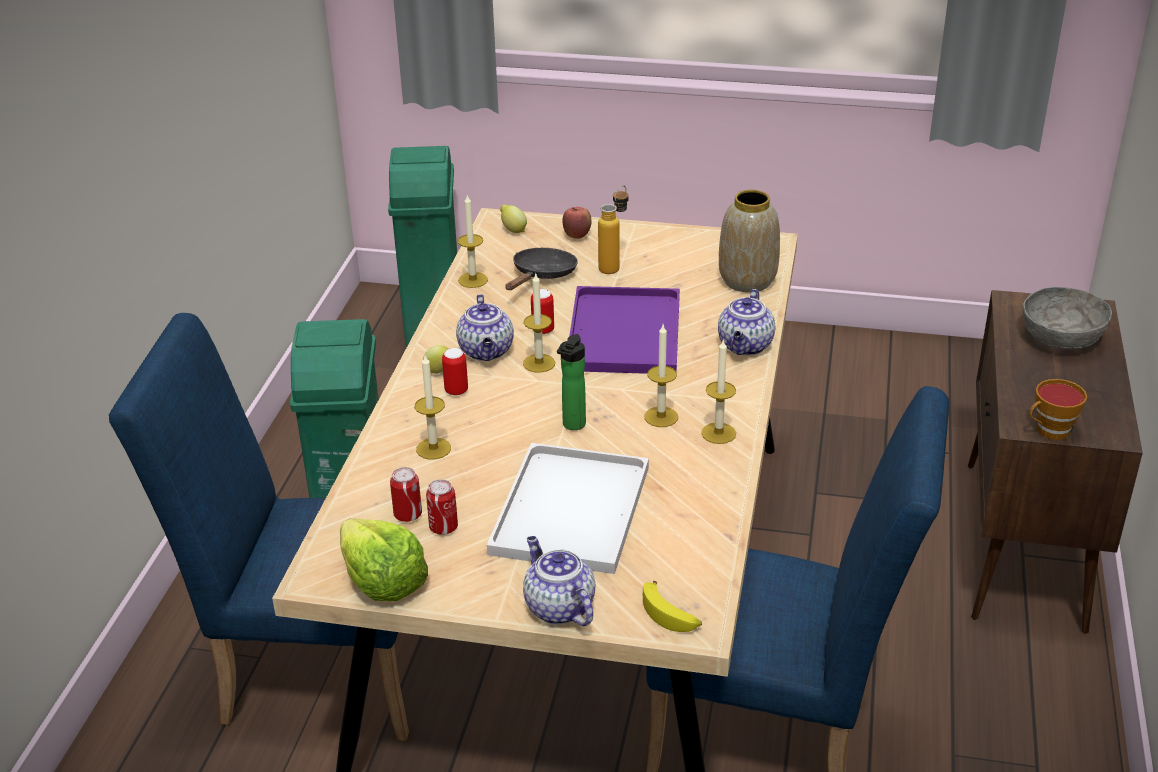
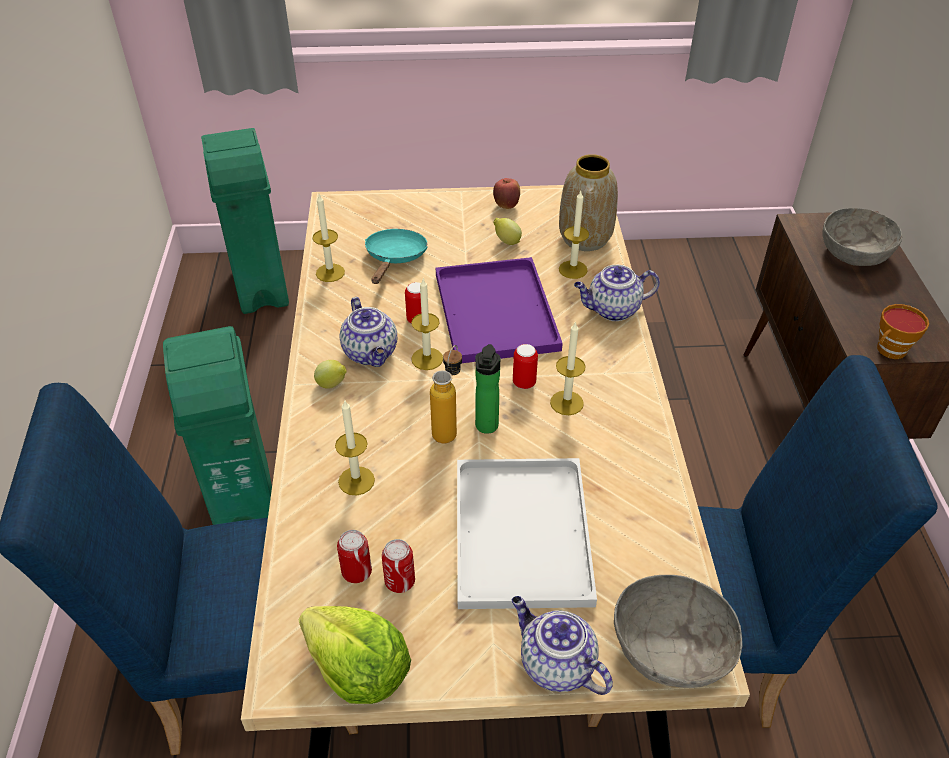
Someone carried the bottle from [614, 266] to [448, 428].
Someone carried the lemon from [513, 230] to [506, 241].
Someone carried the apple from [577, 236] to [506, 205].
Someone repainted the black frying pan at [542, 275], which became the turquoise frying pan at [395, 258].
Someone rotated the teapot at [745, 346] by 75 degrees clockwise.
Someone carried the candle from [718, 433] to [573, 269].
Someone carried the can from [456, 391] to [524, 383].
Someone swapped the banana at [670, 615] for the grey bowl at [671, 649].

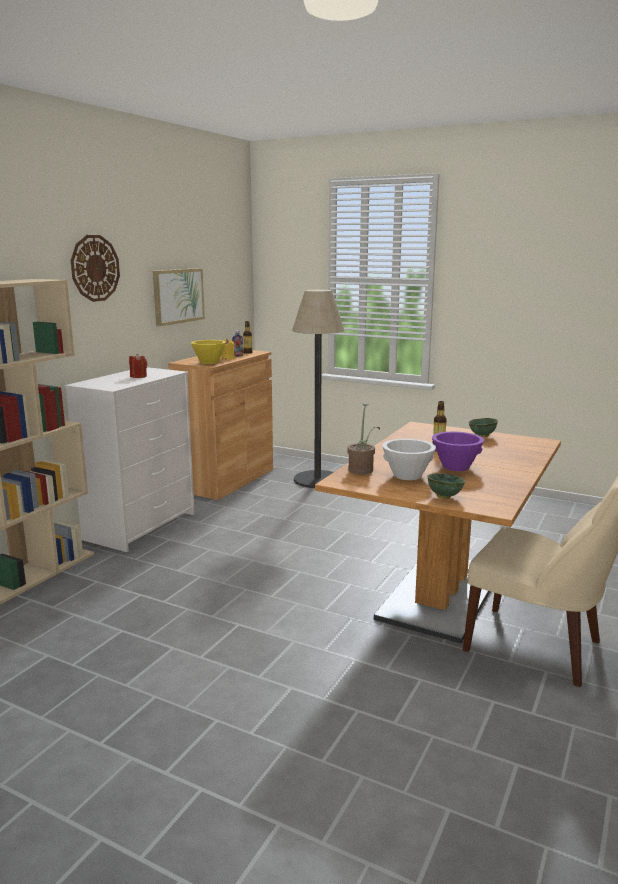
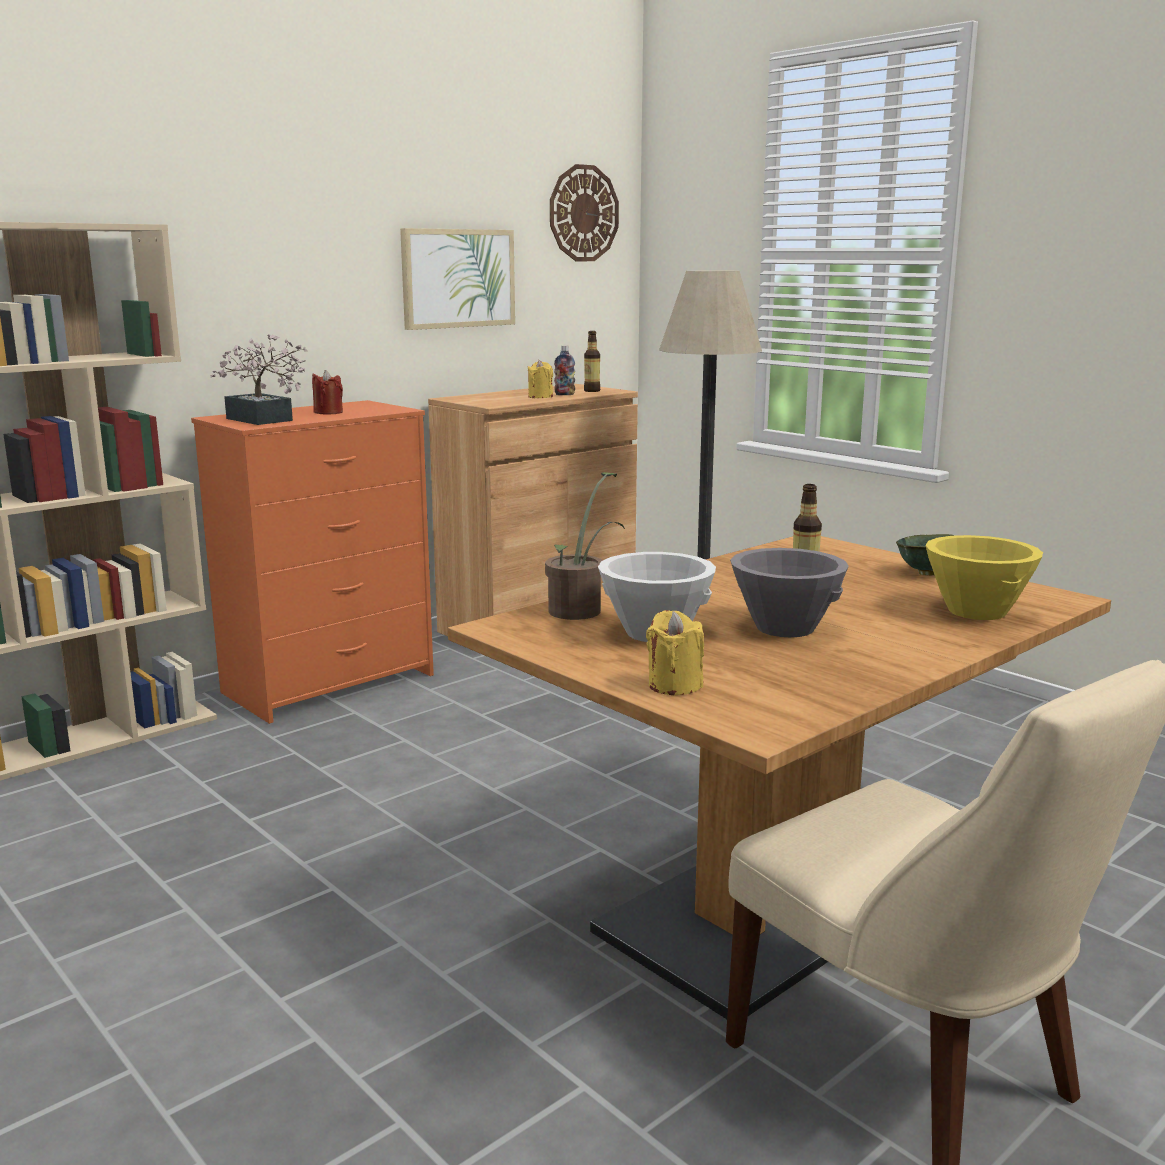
Someone carried the wall clock from [95, 268] to [583, 213].
Someone carried the yellow bowl from [209, 362] to [977, 611].
Someone repainted the white dresser at [141, 526], which became the orange dresser at [330, 683].
Someone repainted the purple bowl at [455, 467], which became the grey bowl at [785, 627].
Someone swapped the green bowl at [444, 497] for the yellow candle at [674, 685].
Someone put down the potted plant at [263, 420].

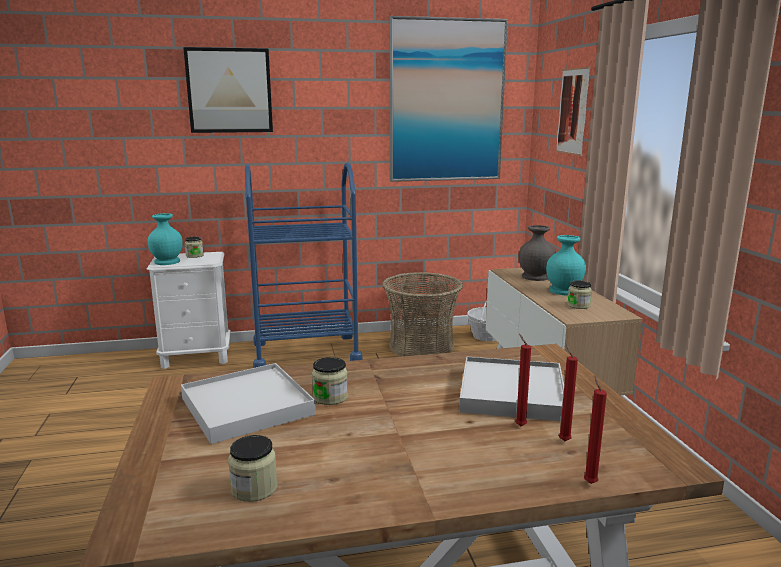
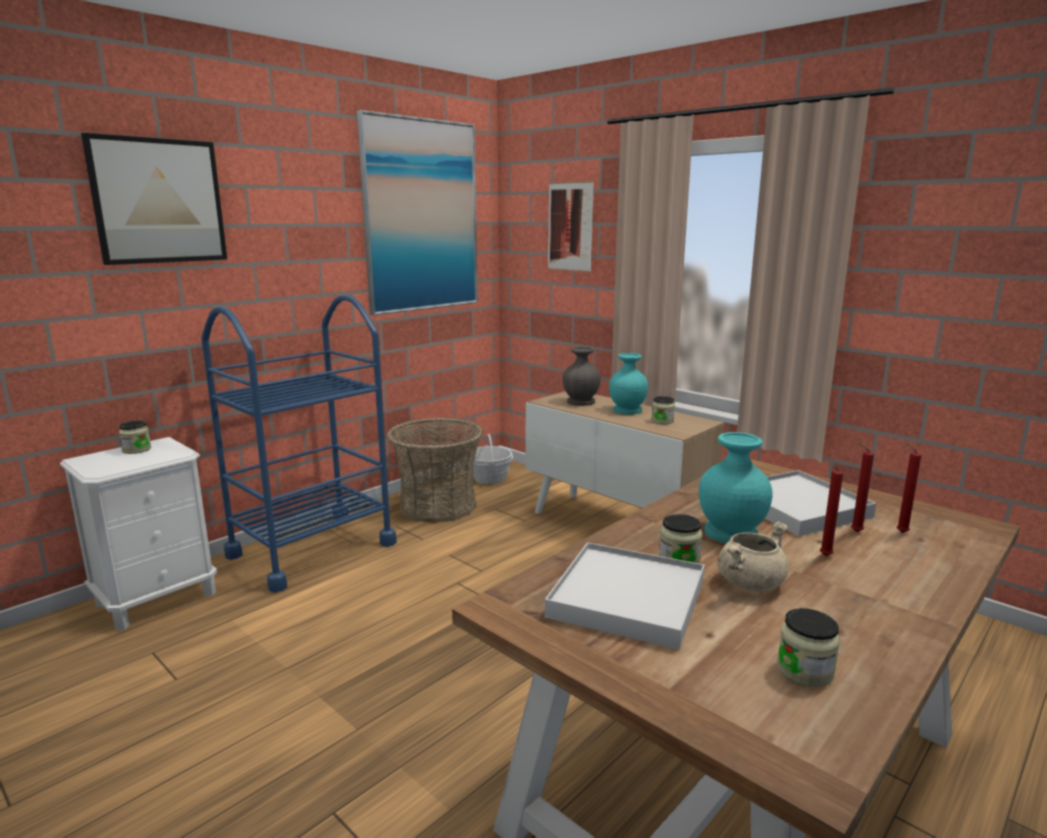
Someone carried the turquoise vase from [167, 261] to [730, 532].
Someone carried the red candle from [589, 482] to [823, 555].
Someone put down the beige cooking pot at [750, 582].

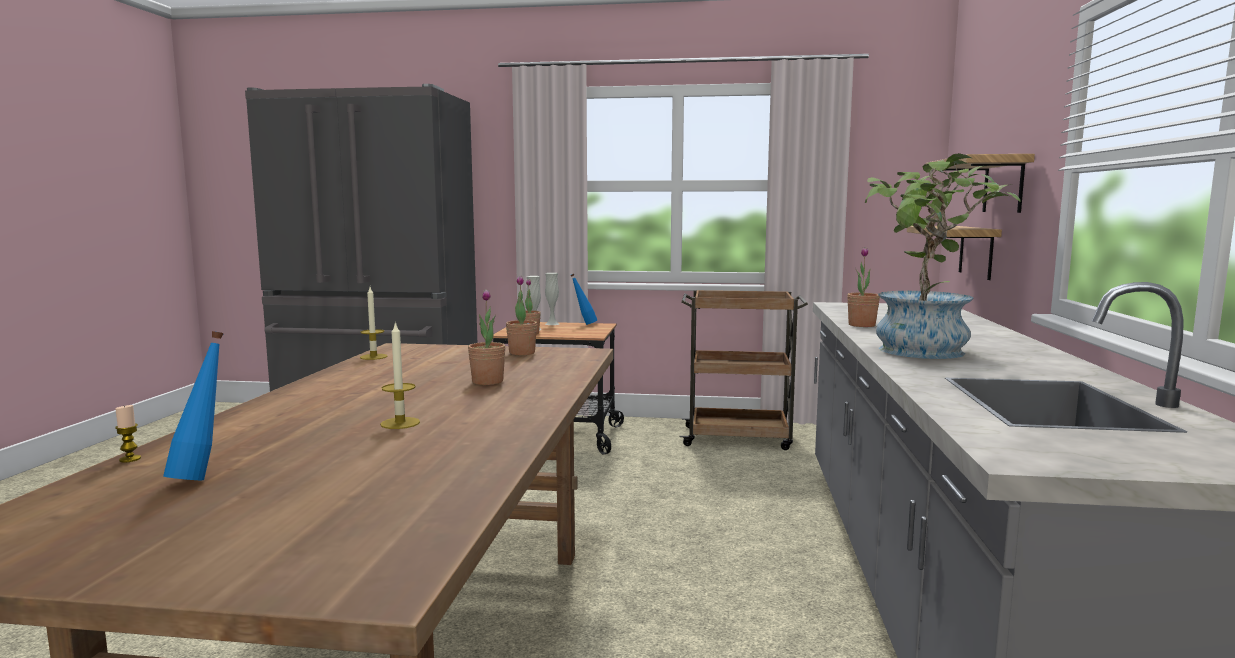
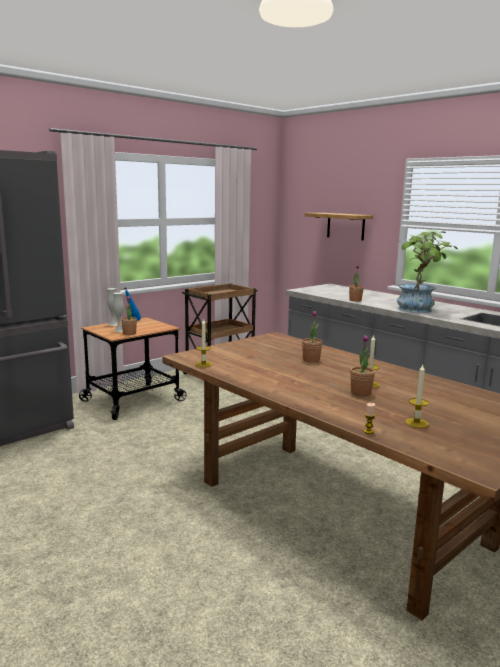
Someone took away the shelf at [976, 251].
Someone carried the potted plant from [522, 353] to [361, 393].
Someone swapped the blue bottle at [203, 477] for the candle at [416, 423].

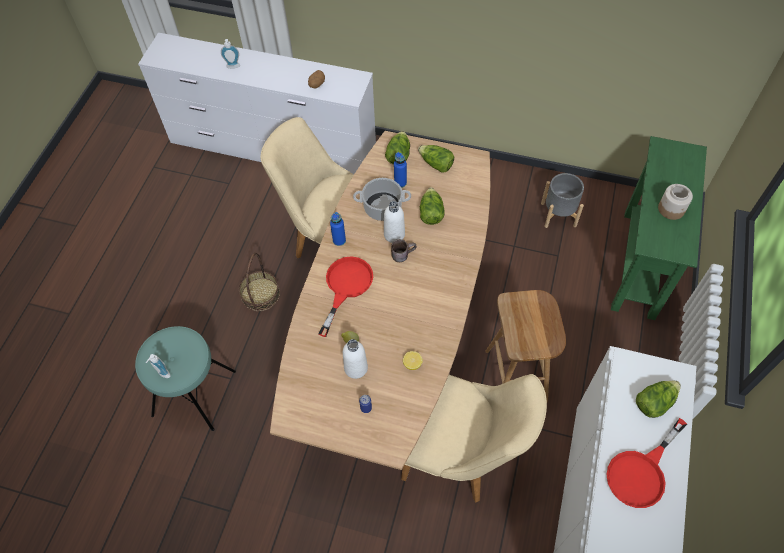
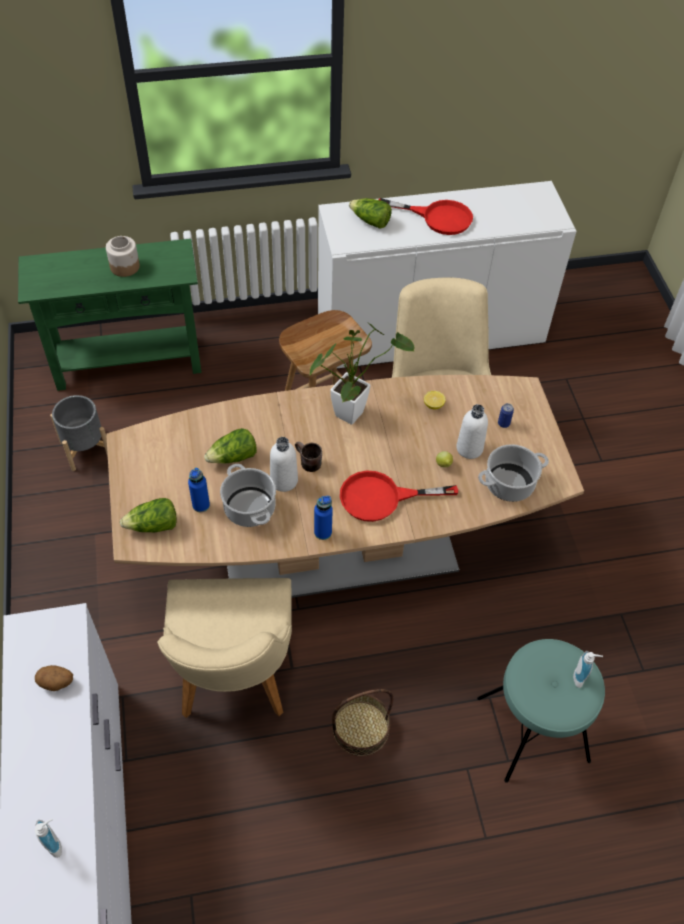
Someone took away the lettuce at [436, 164].
Someone put down the potted plant at [353, 410].
Someone put down the cooking pot at [509, 484].

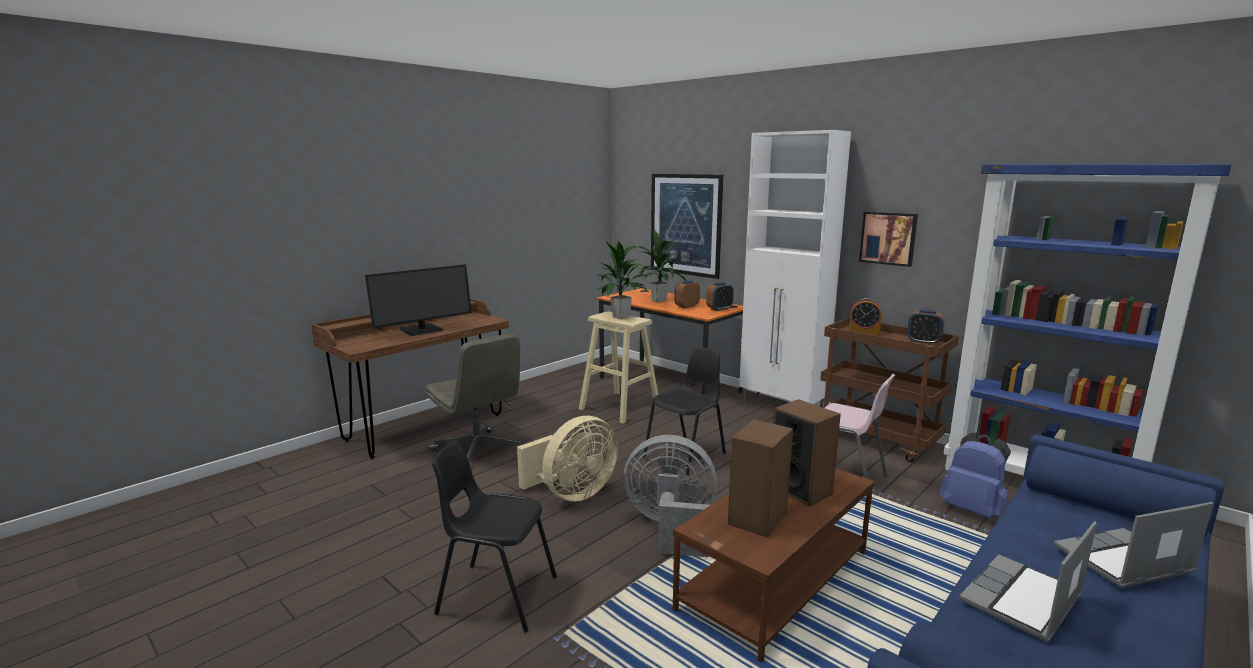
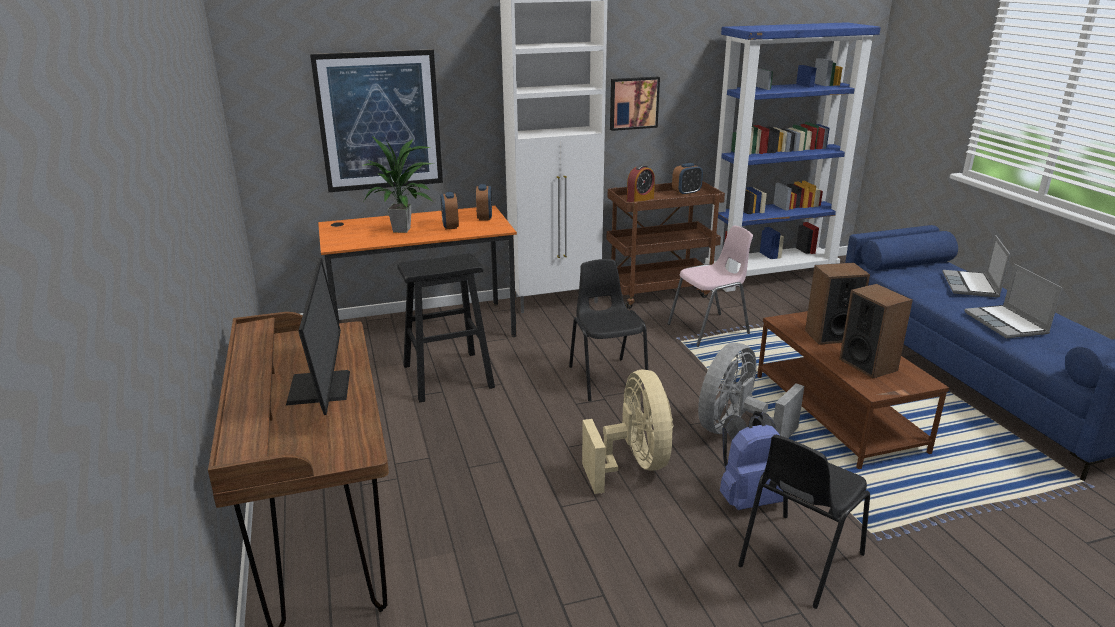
Someone took away the potted plant at [621, 317].
Someone repainted the beige stool at [619, 407], which became the black stool at [447, 376].
Someone took away the grey office chair at [478, 451].
Someone carried the blue backpack from [972, 509] to [748, 498].

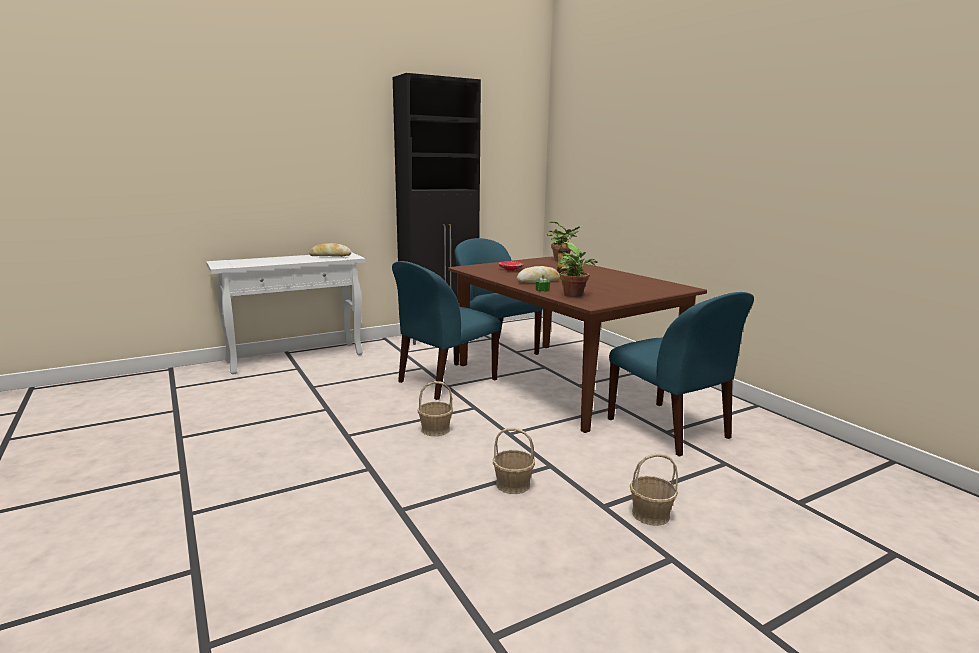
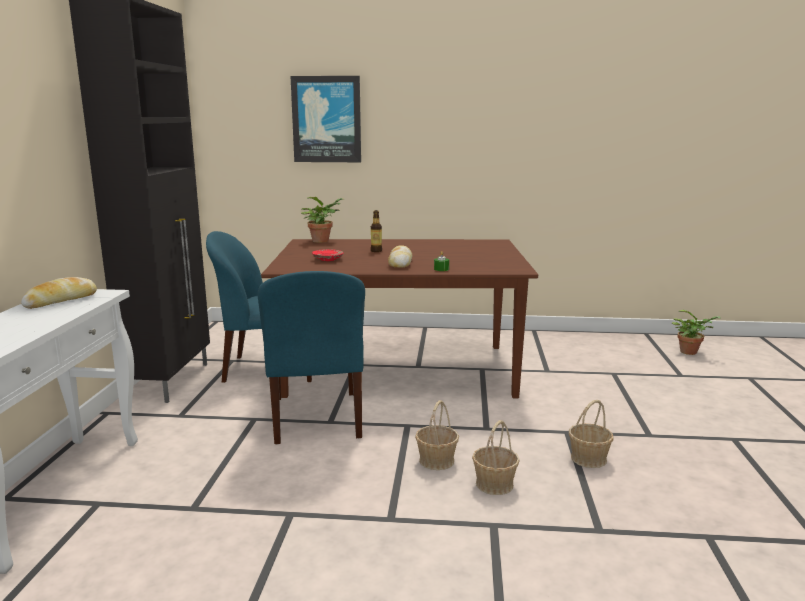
Someone carried the potted plant from [574, 295] to [691, 352].
Someone took away the blue chair at [669, 429].
Someone carried the basket from [650, 514] to [494, 484].
Someone put up the picture at [326, 119].

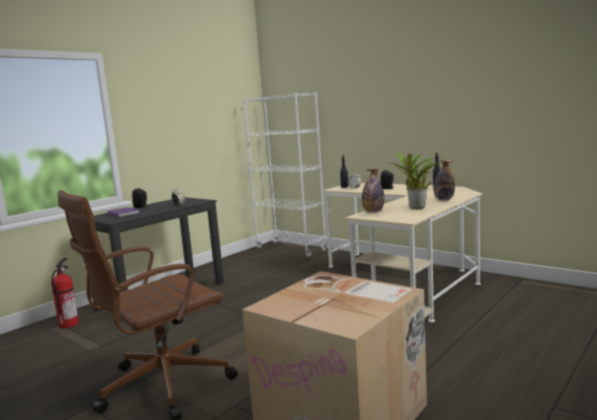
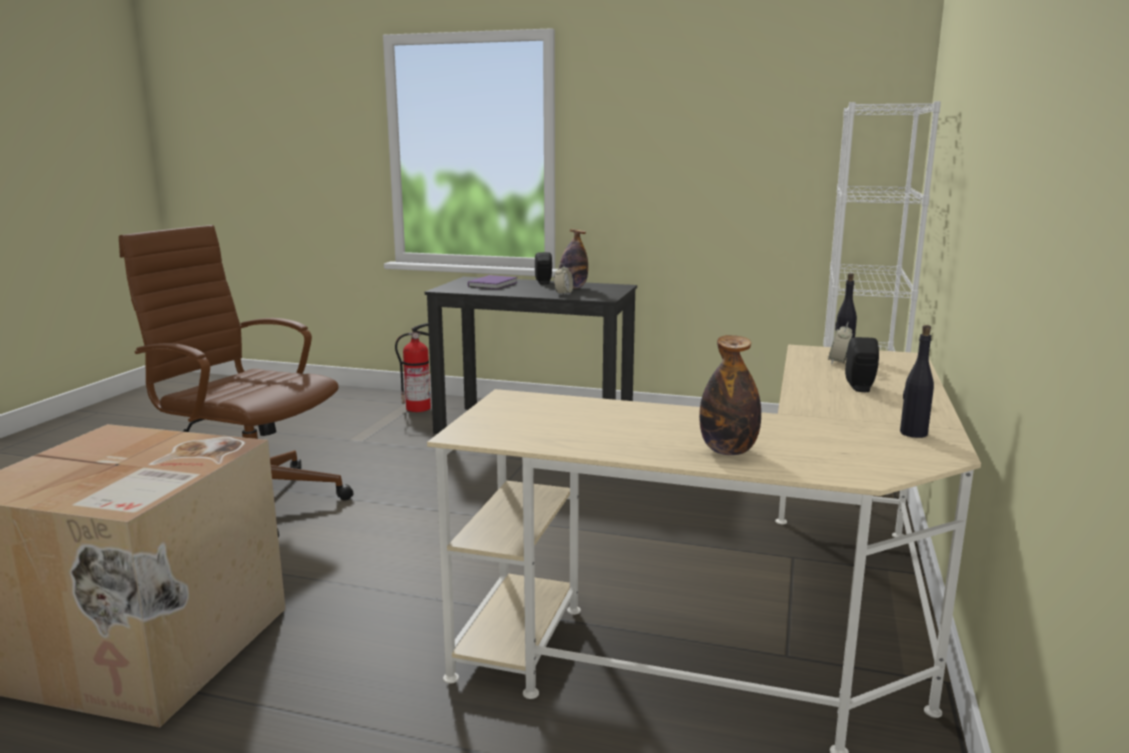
Someone took away the potted plant at [416, 208].
Someone carried the bottle from [373, 211] to [573, 288].

